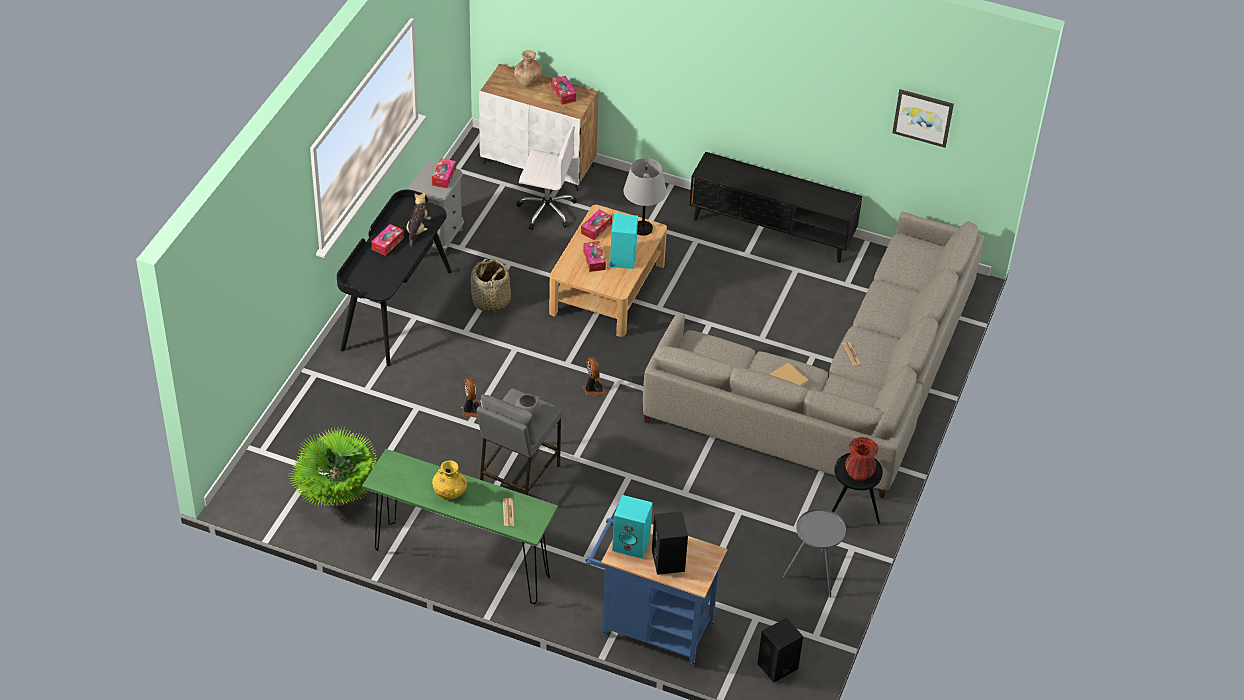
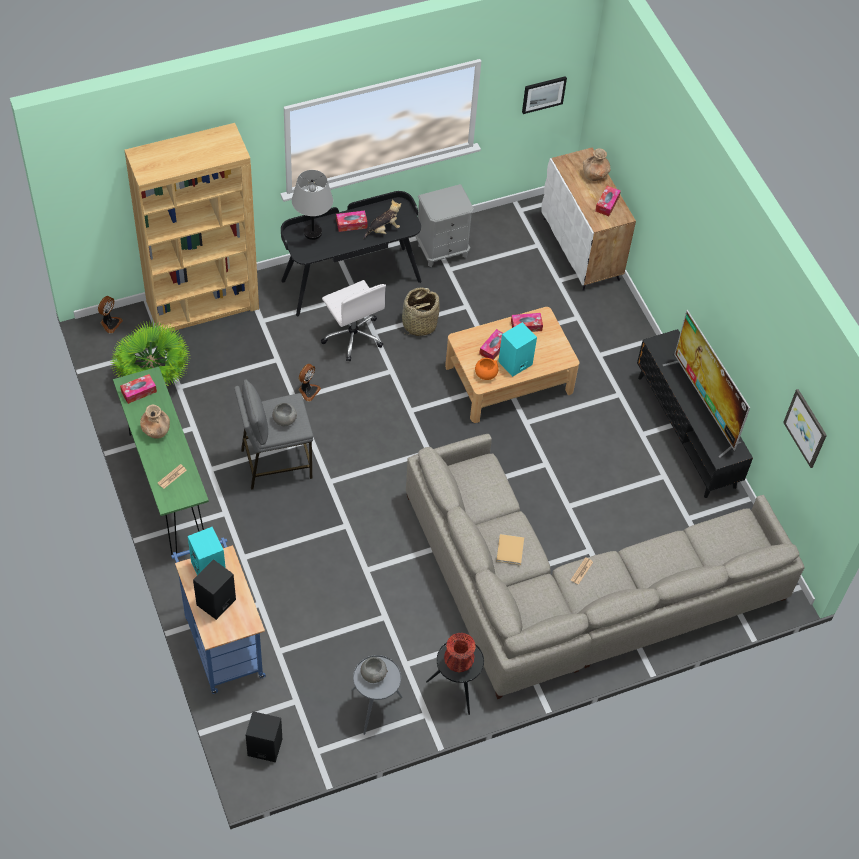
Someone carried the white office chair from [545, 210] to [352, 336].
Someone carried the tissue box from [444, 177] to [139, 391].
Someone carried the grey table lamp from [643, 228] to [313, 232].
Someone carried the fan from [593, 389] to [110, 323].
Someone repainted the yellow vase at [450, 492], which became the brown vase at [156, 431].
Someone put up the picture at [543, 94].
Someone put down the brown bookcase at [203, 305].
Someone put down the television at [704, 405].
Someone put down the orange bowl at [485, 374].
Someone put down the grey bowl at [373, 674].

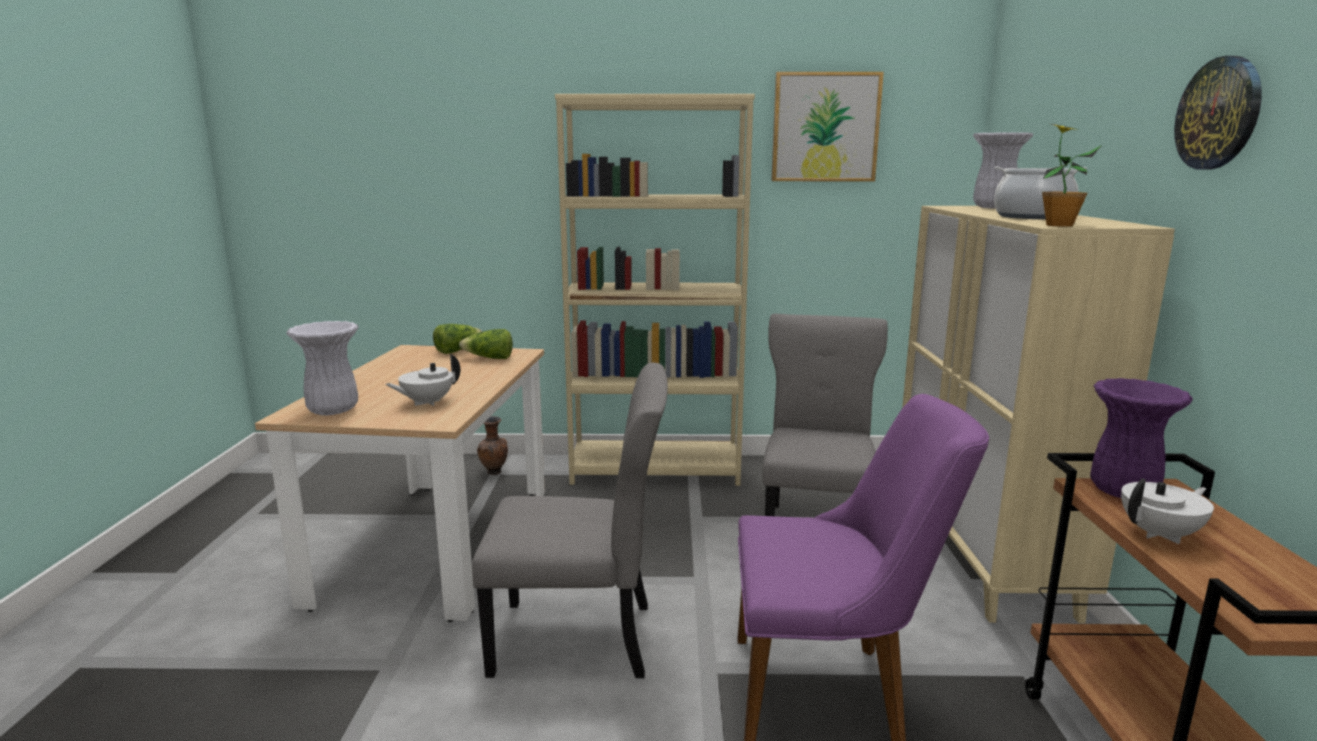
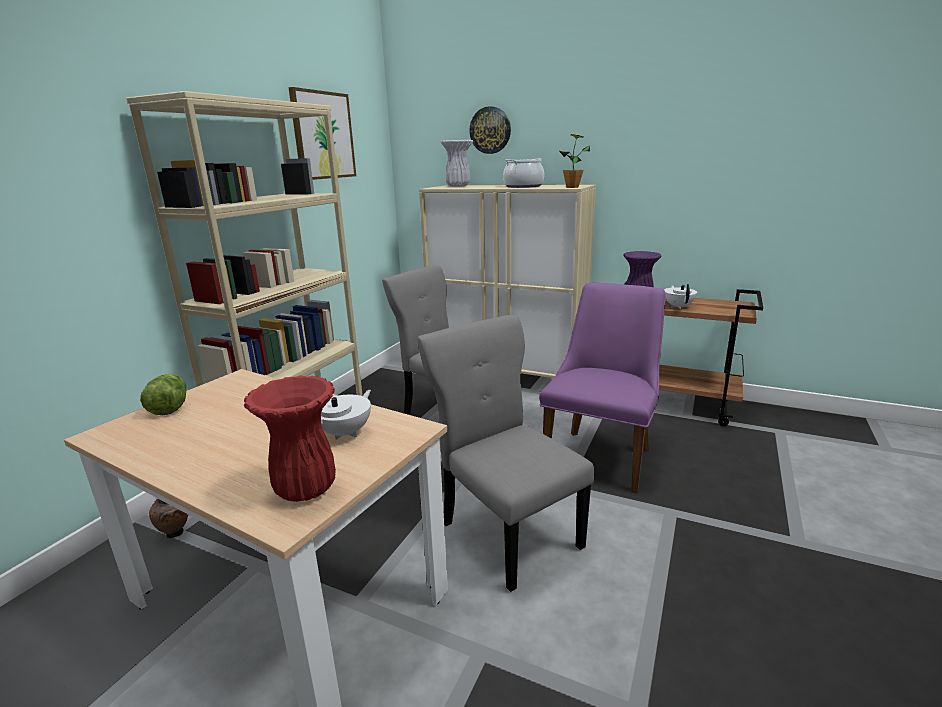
Someone carried the wall clock from [1219, 114] to [490, 130].
Someone repainted the white vase at [333, 411], which became the red vase at [307, 488].
Someone took away the lettuce at [489, 358].
Someone rotated the white teapot at [427, 402] by 135 degrees counterclockwise.
Someone rotated the grey chair at [581, 639] by 60 degrees counterclockwise.

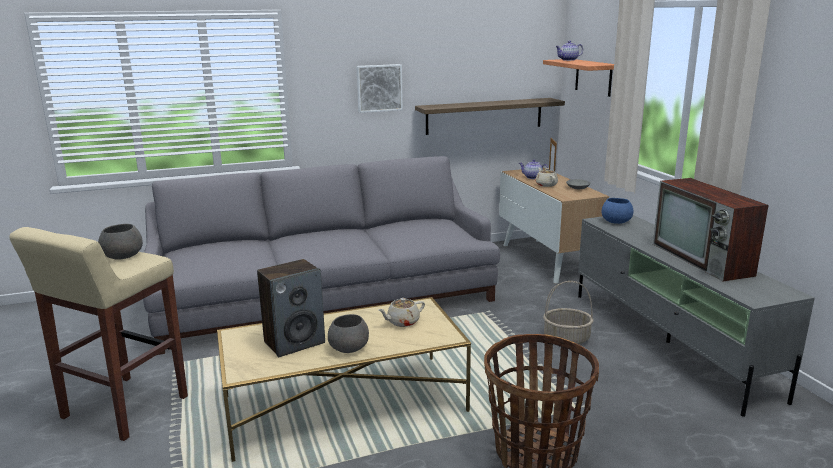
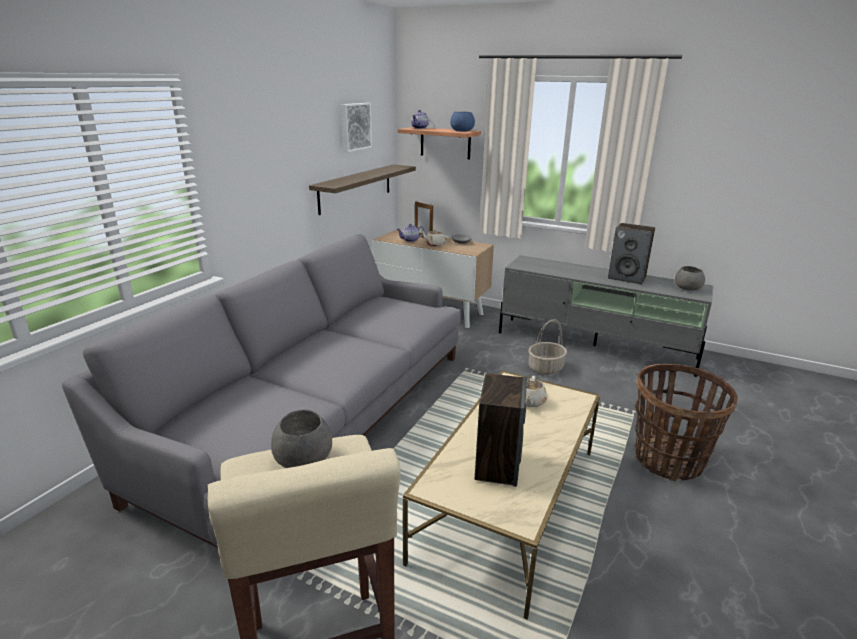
Someone carried the picture from [379, 88] to [355, 126].
Someone swapped the television at [703, 260] for the speaker at [627, 278].
Someone carried the blue bowl from [615, 221] to [461, 131].
Someone carried the grey bowl from [349, 347] to [687, 288].

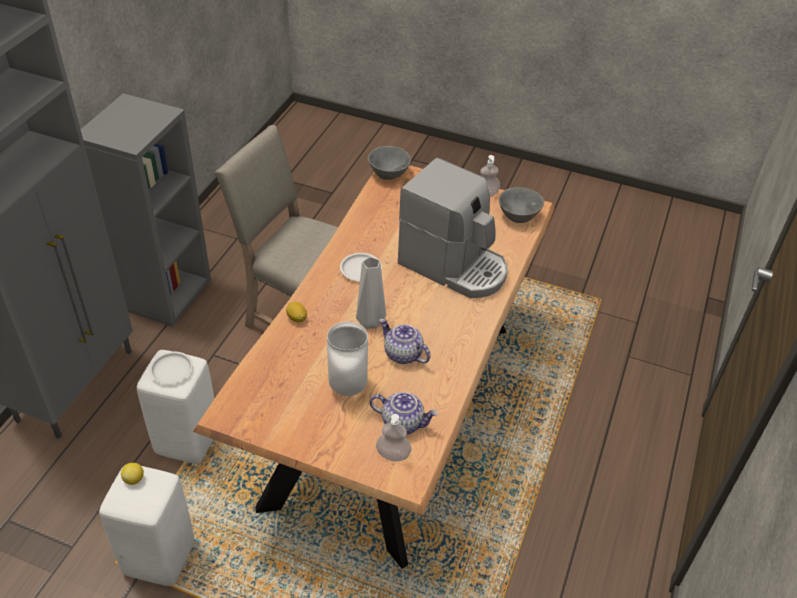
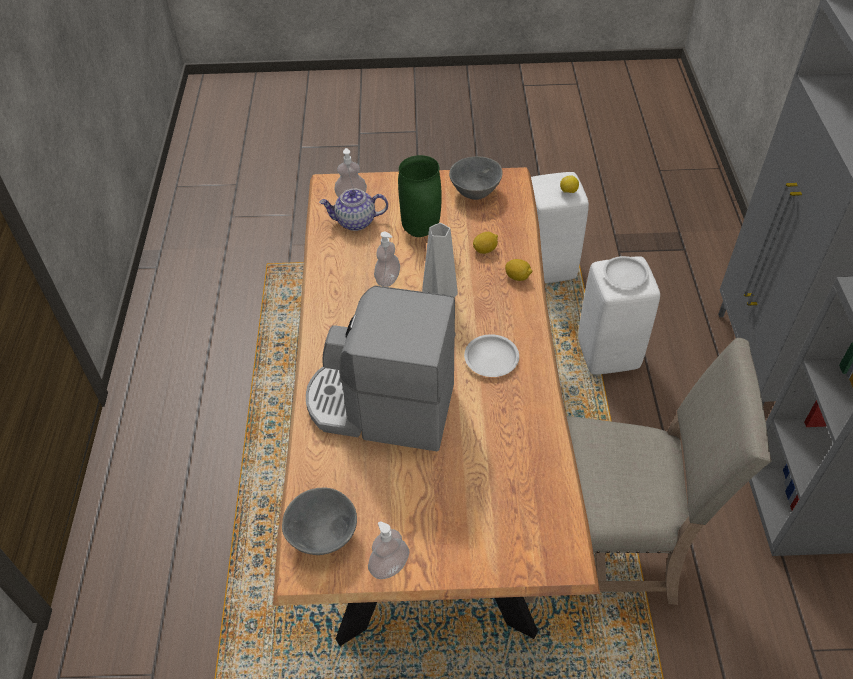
Someone carried the grey bowl from [389, 175] to [474, 191].
Someone swapped the teapot at [402, 354] for the soap dispenser at [387, 279].
Someone repainted the white vase at [346, 389], which became the green vase at [422, 230].
Someone put down the lemon at [485, 249].

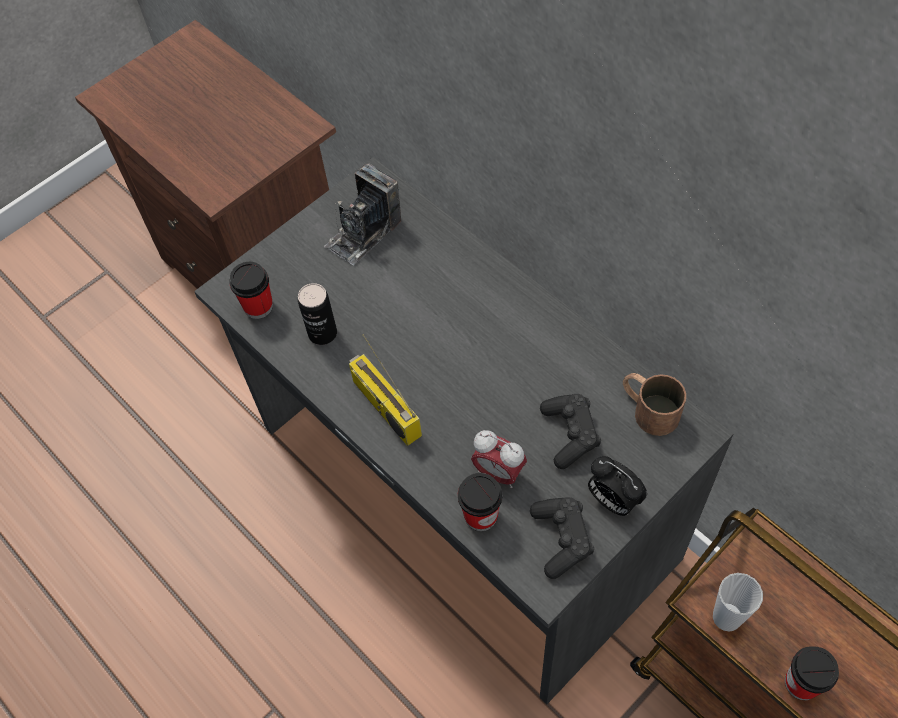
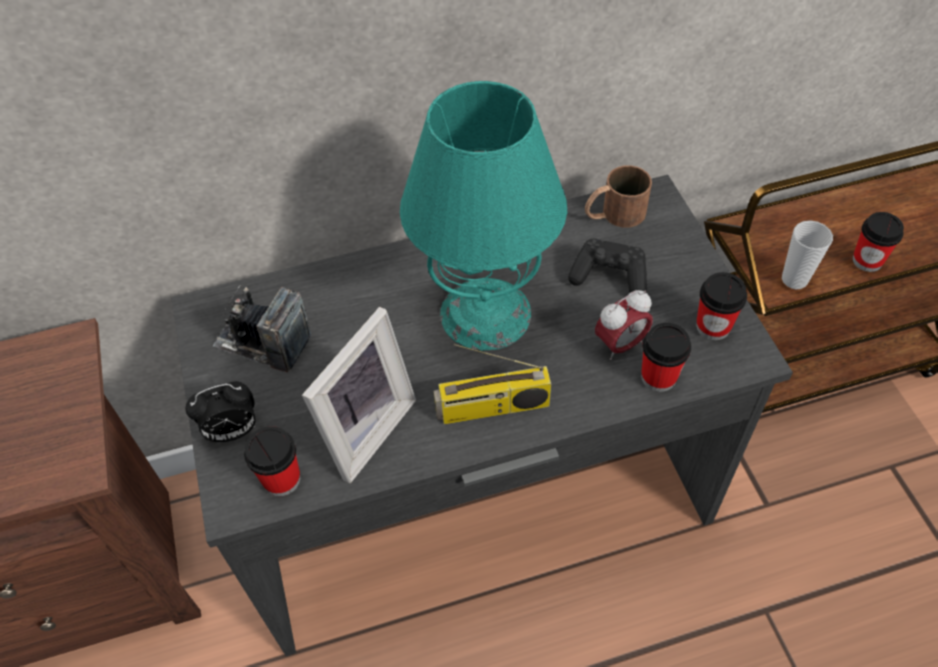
Someone rotated the photo camera at [364, 233] by 135 degrees clockwise.
Someone swapped the can at [322, 333] for the picture frame at [363, 429].
Someone carried the alarm clock from [612, 500] to [232, 431].
Someone swapped the black game controller at [561, 539] for the cup at [713, 326].
Someone put down the turquoise table lamp at [484, 314].

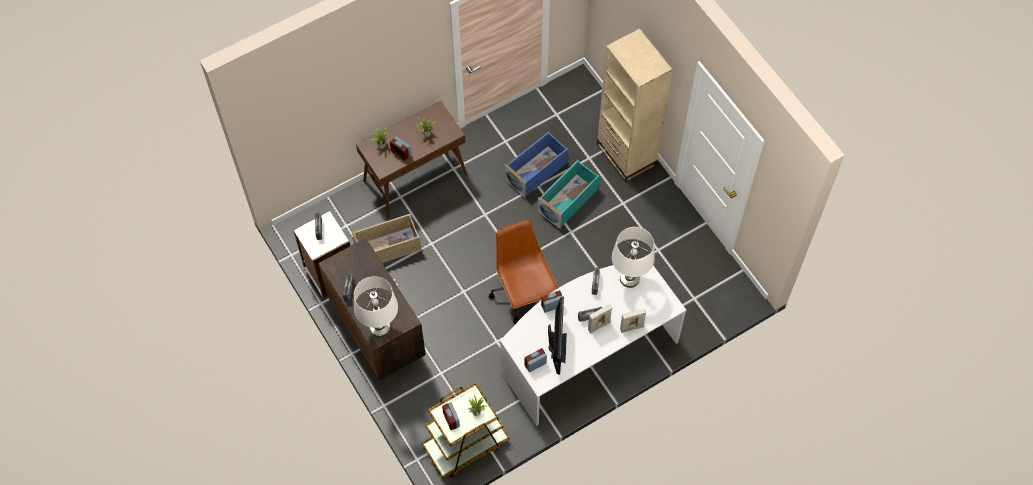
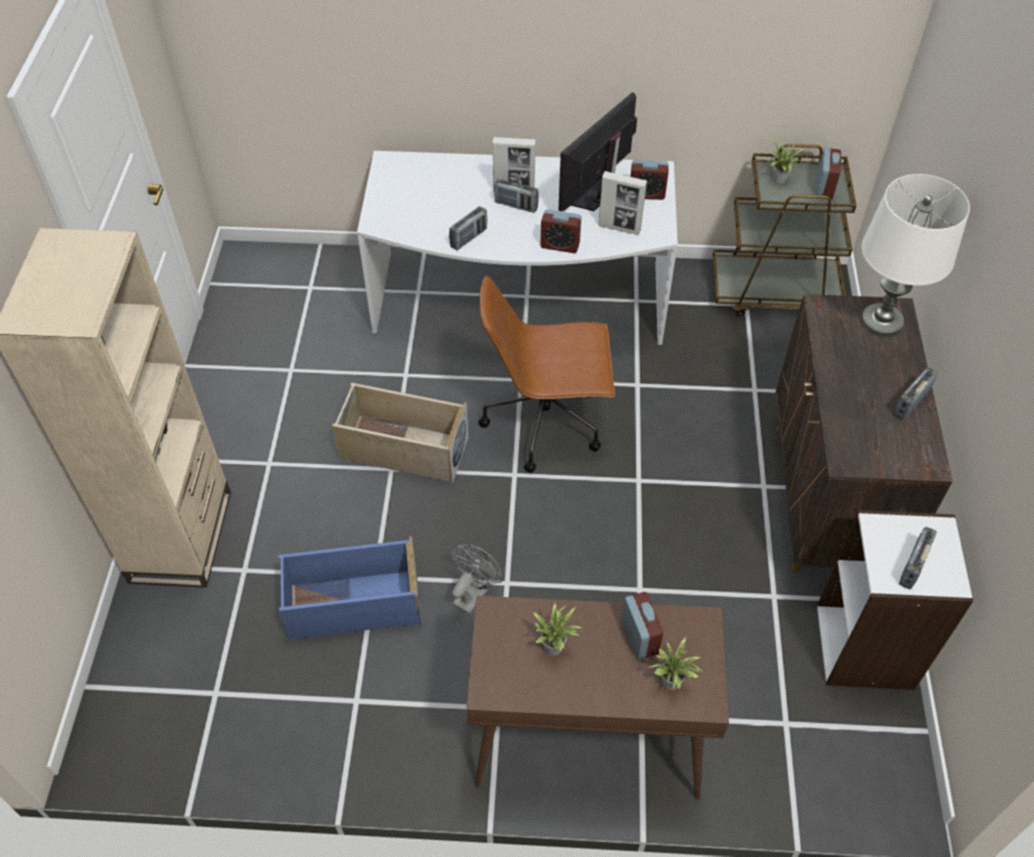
Someone took away the turquoise storage box at [568, 200].
Someone carried the beige storage box from [388, 247] to [402, 449].
Someone rotated the brown office chair at [524, 295] by 75 degrees clockwise.
Someone took away the white table lamp at [629, 278].
Someone carried the picture frame from [631, 328] to [619, 228].
Someone put down the grey fan at [473, 593].

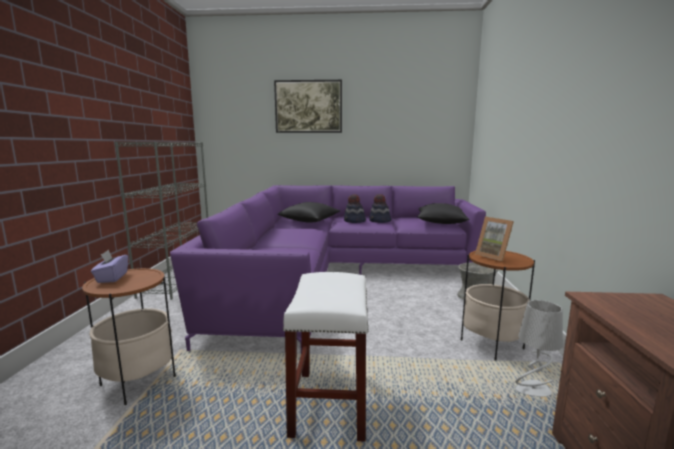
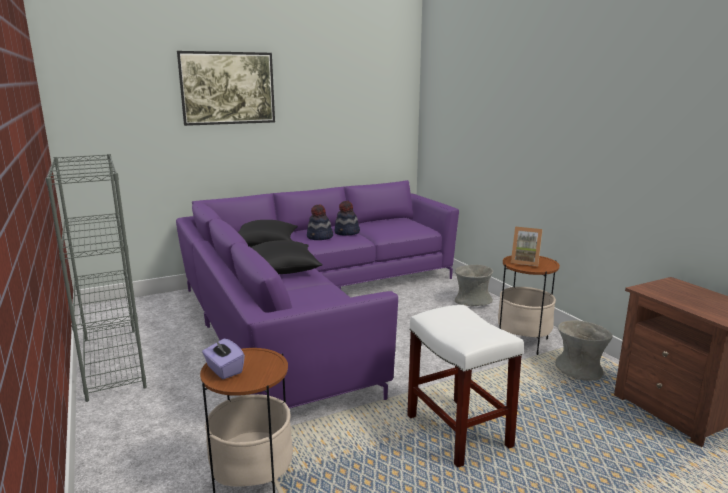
Someone carried the black pillow from [441, 222] to [281, 270].
Someone swapped the grey table lamp at [532, 390] for the grey vase at [579, 369].

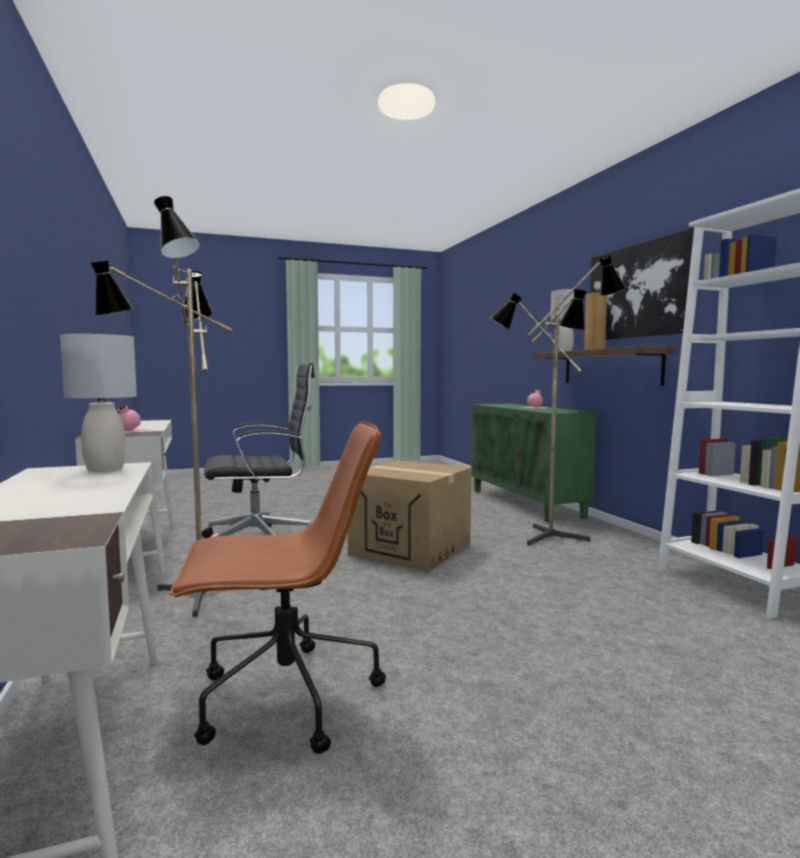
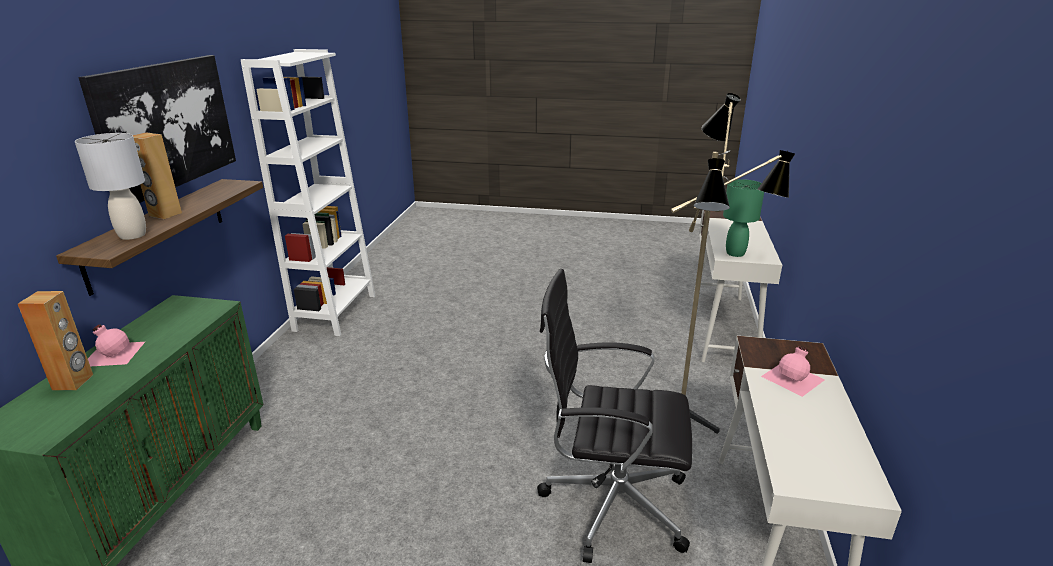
Someone took away the floor lamp at [551, 540].
Someone repainted the grey table lamp at [105, 469], which became the green table lamp at [735, 253].
Someone took away the brown office chair at [284, 698].
Someone took away the cardboard box at [411, 549].
Someone put down the brown speaker at [73, 382].

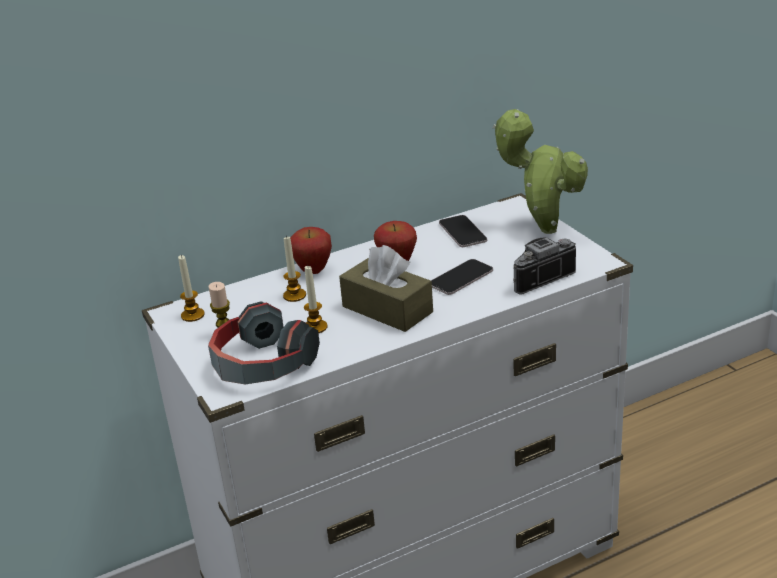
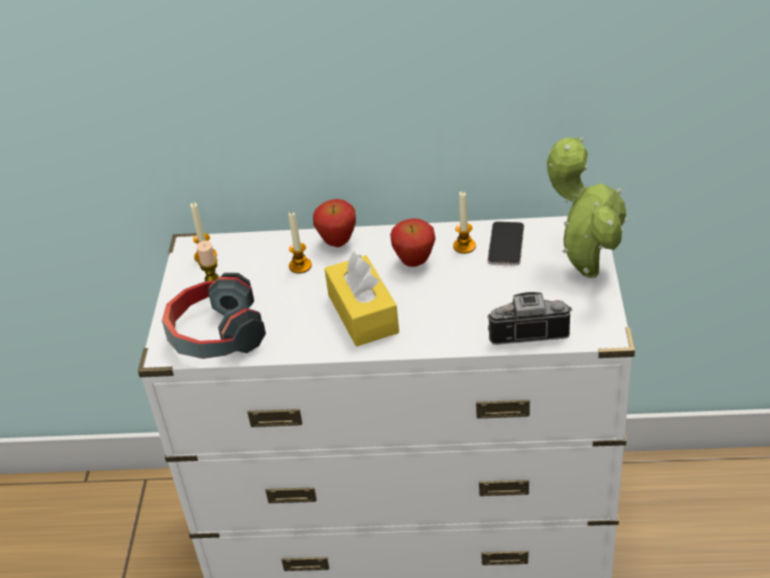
Someone repainted the brown tissue box at [387, 309], which became the yellow tissue box at [363, 314].
Someone took away the phone at [461, 278].
Someone carried the candle from [315, 327] to [464, 246].

